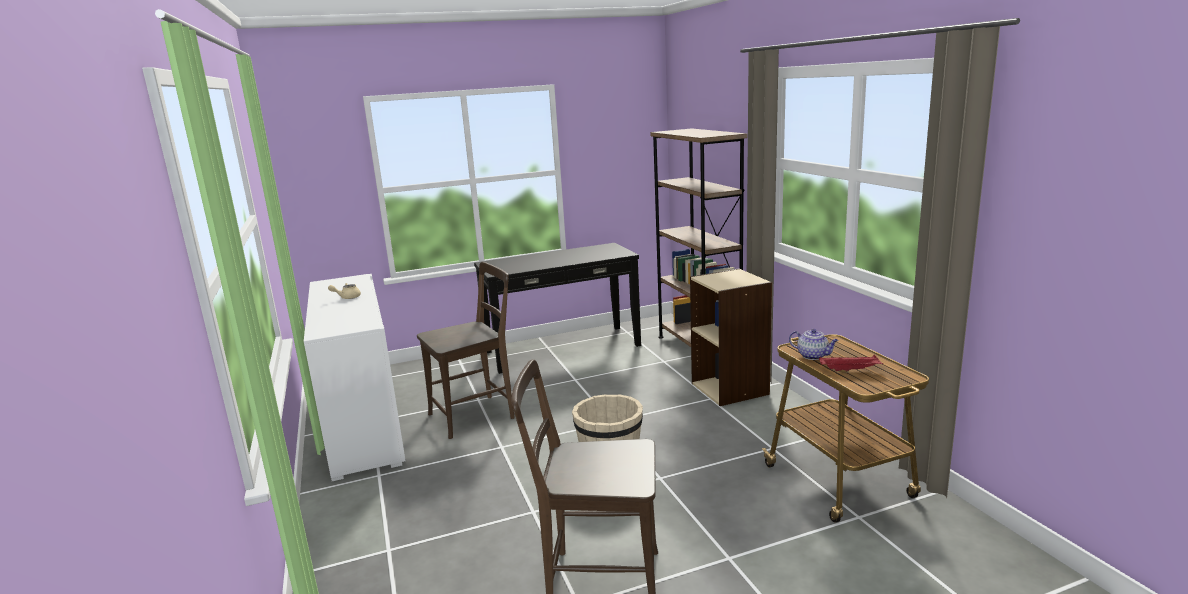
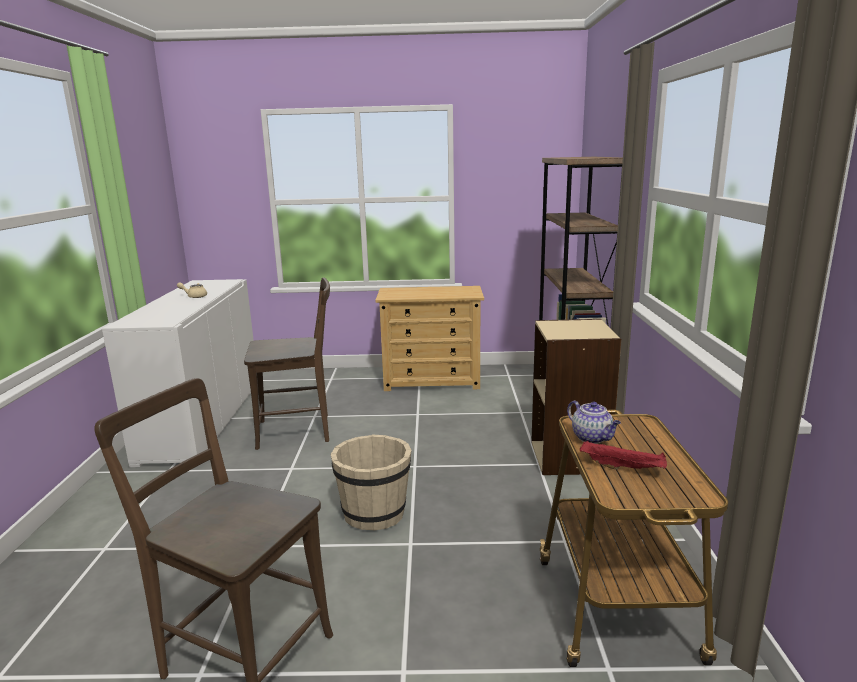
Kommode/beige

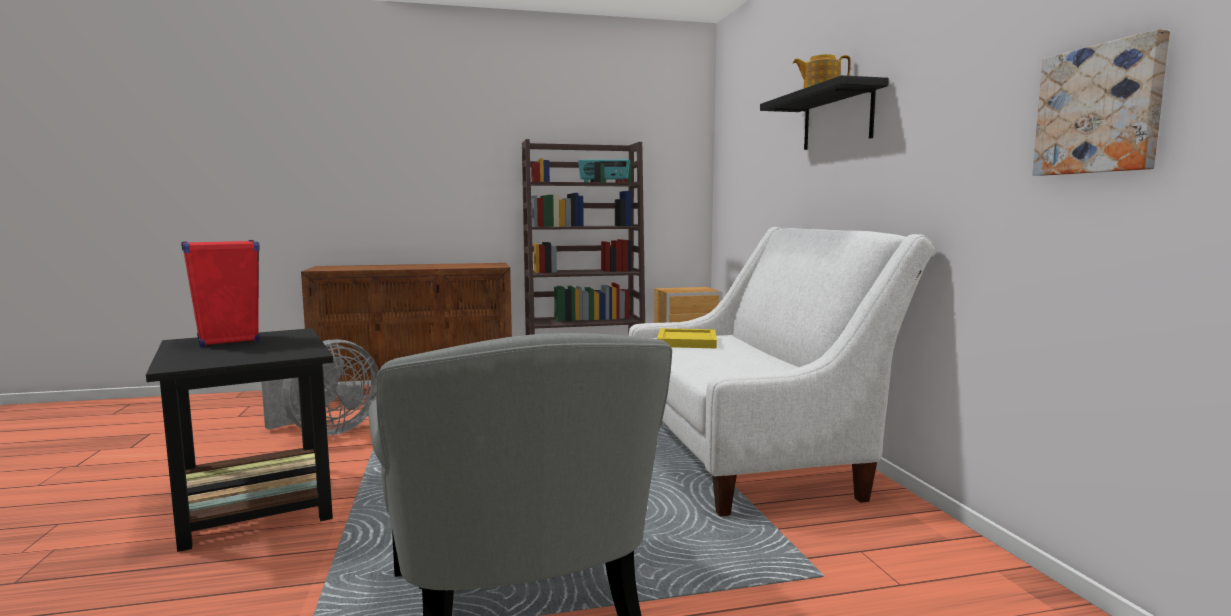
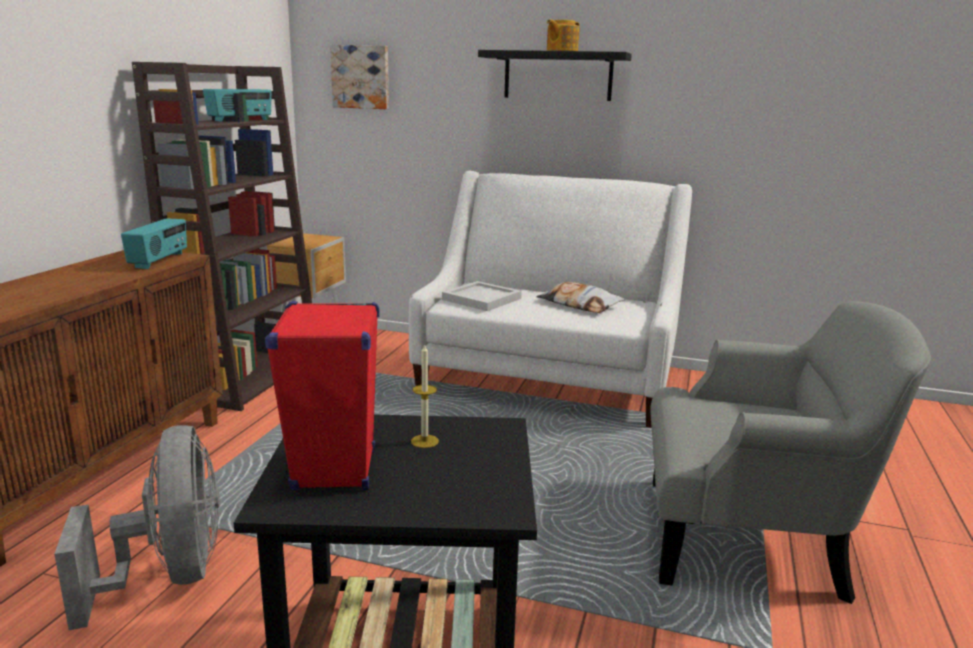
Radio (1st from left)
Kerze
Kissen
Bild
Tablett/weiß

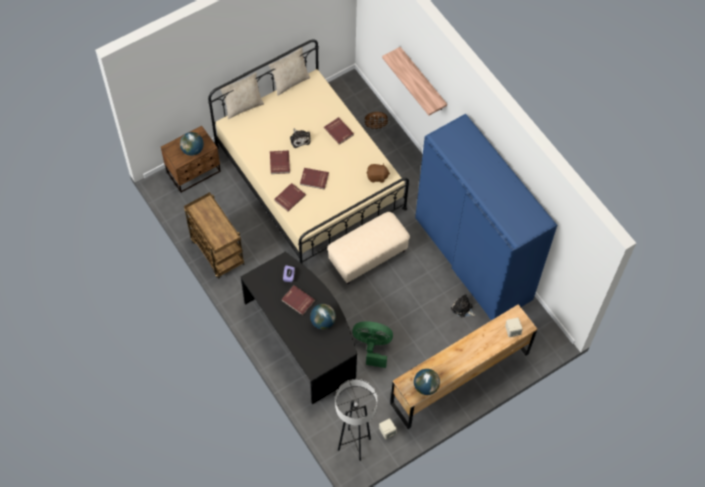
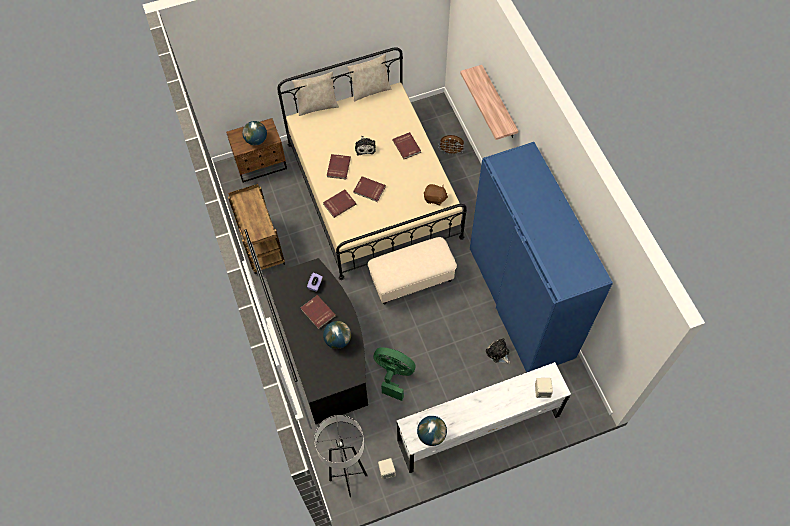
Kommode/weiß

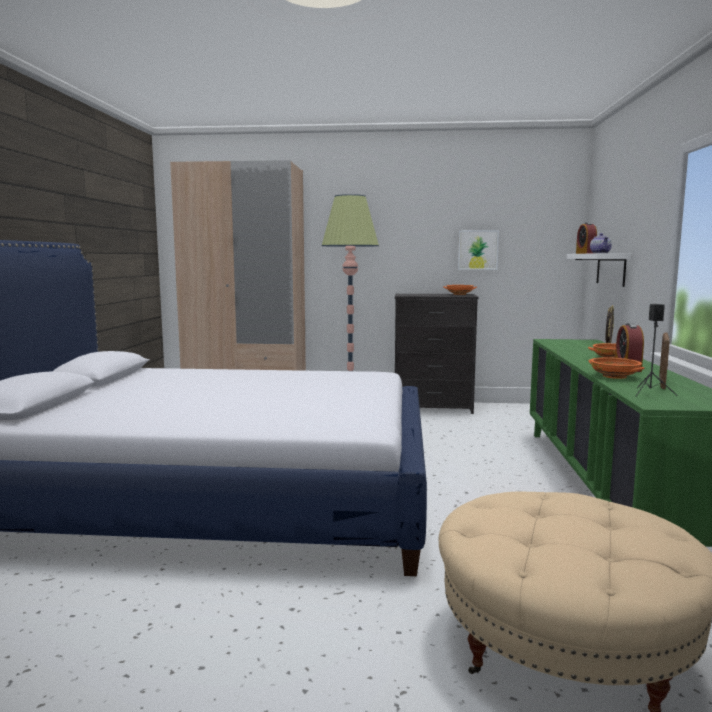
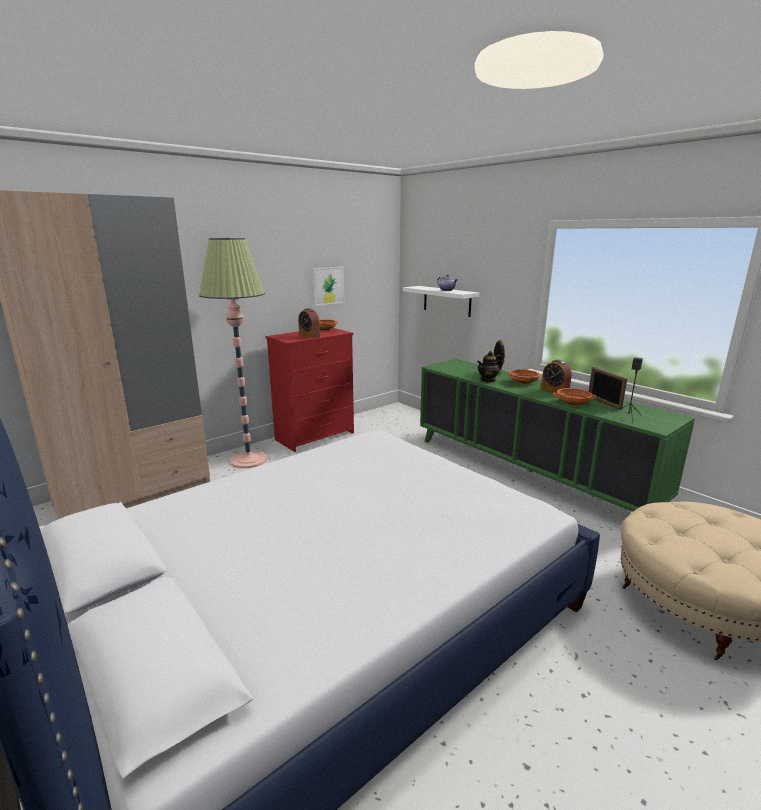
Teekanne (2nd from left)
Wecker (1st from left)
Kommode/rot

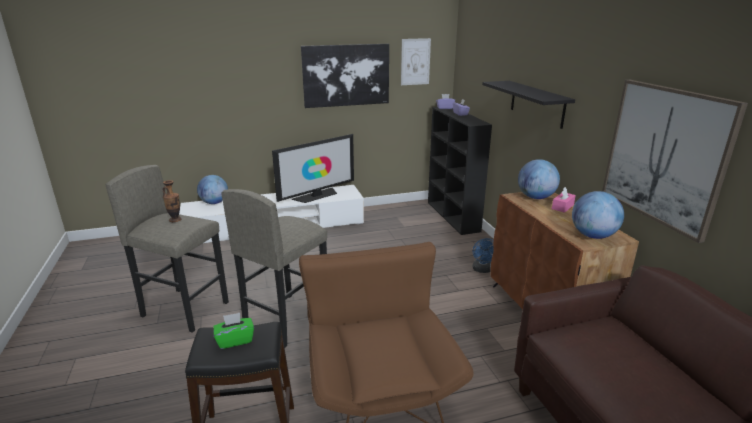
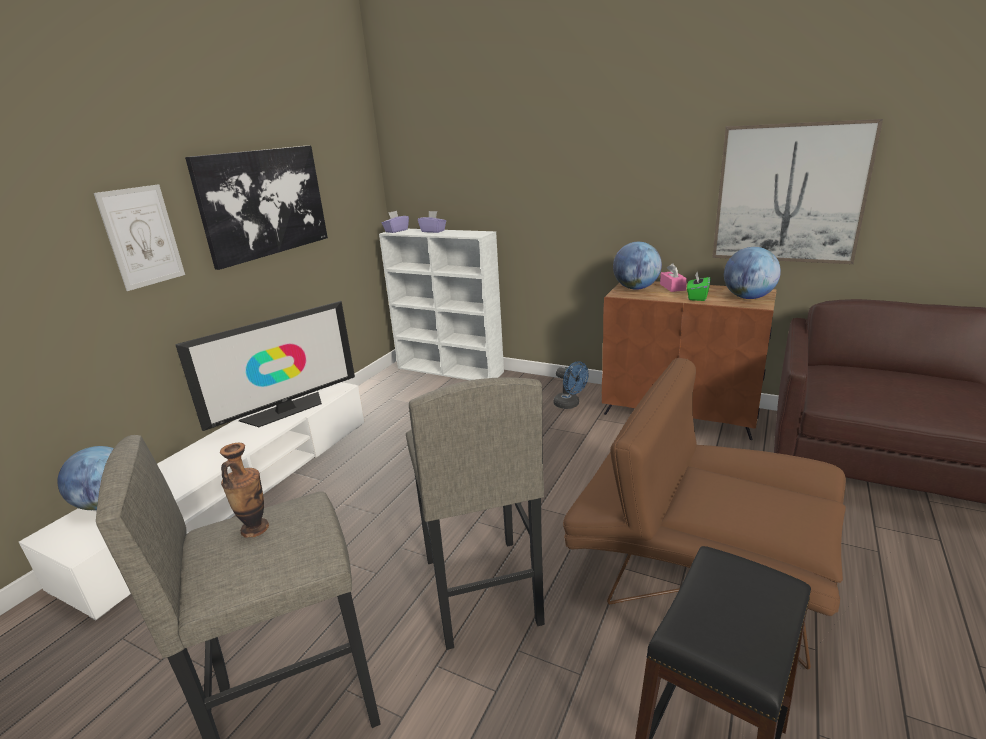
Wandregal/schwarz
Taschentuchbox/grün
Bild (1st from left)
Bücherregal/weiß
Fernseher

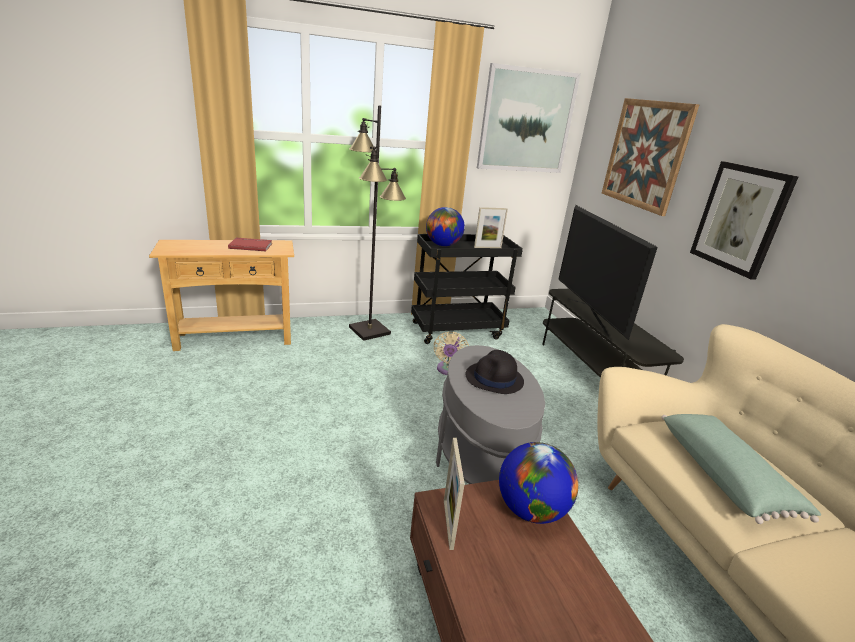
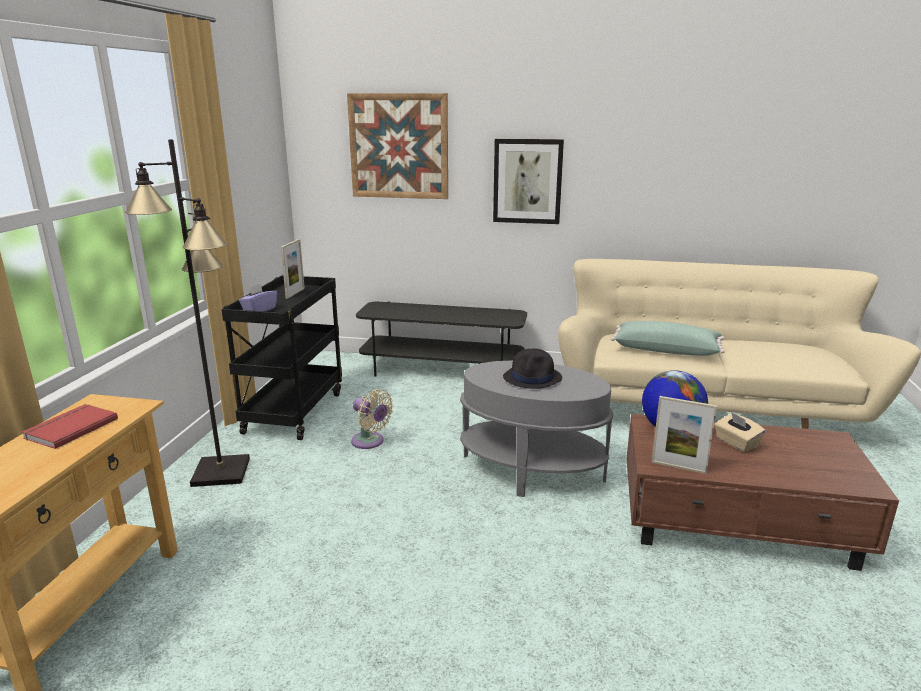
Bild (1st from left in the first image)
Fernseher
Taschentuchbox/beige
Taschentuchbox/lila

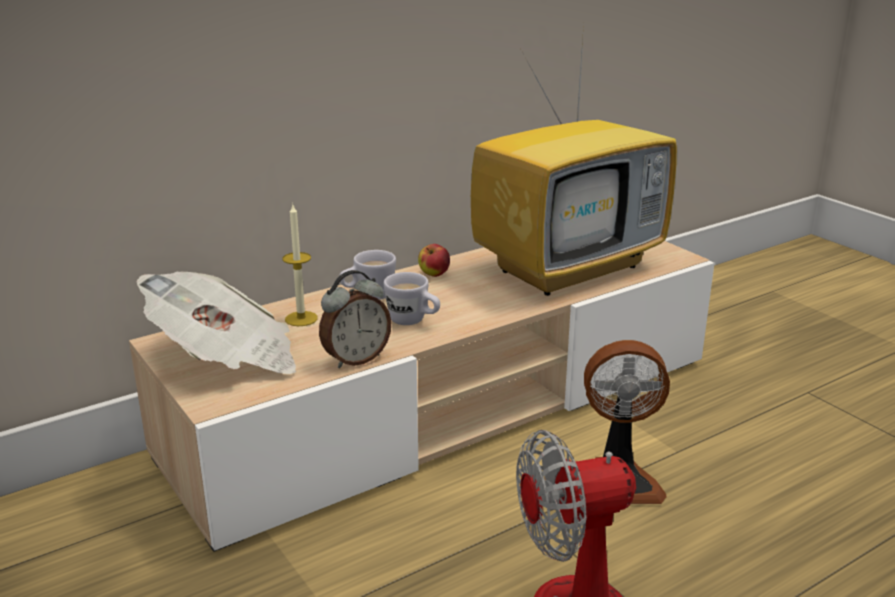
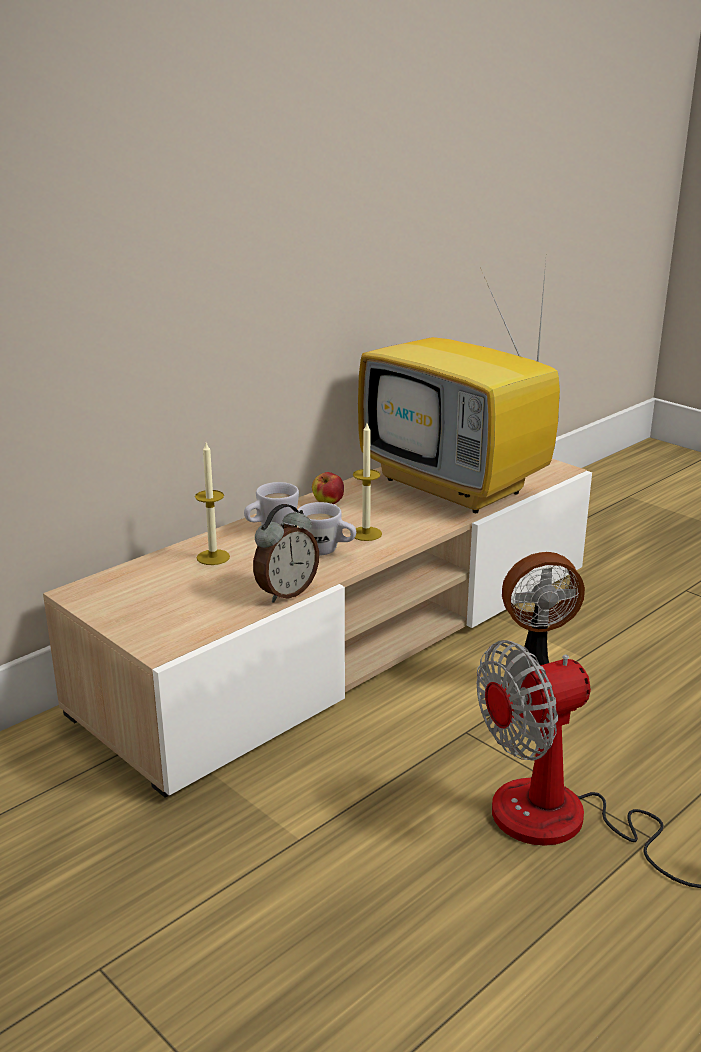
Zeitung
Kerze (2nd from left)
Fernseher

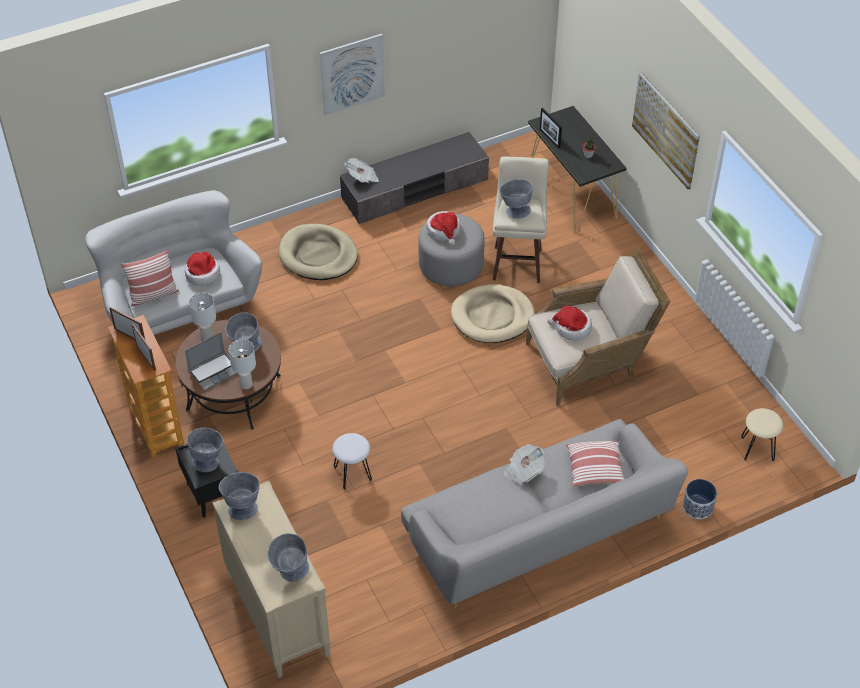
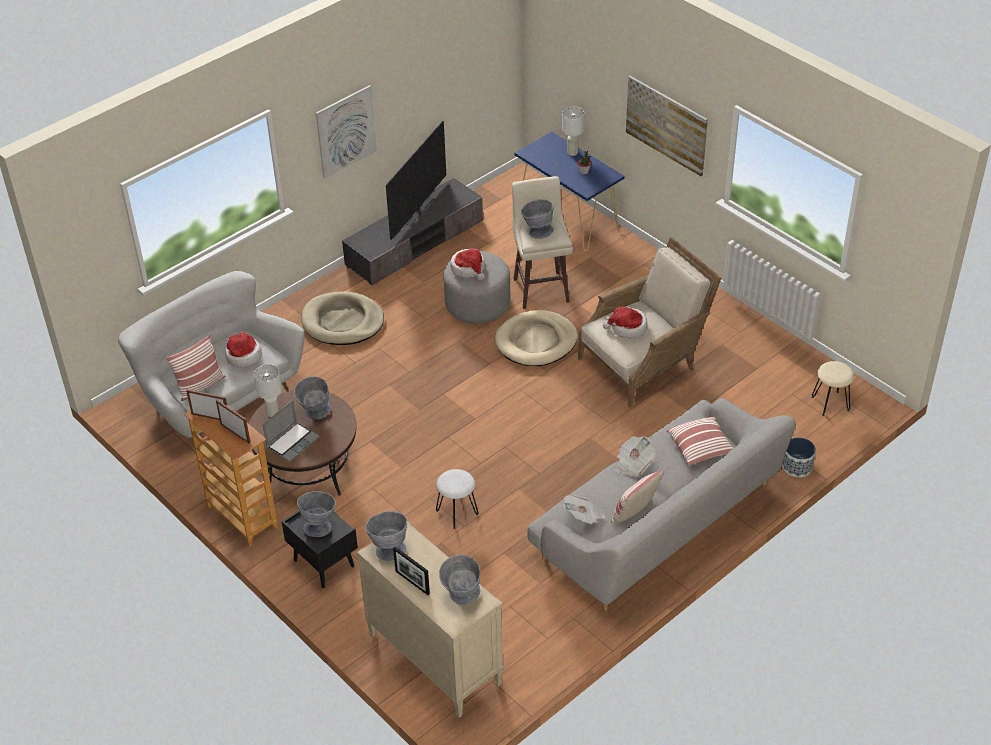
Fernseher
Kissen (2nd from left)
Tischlampe/weiß (2nd from left)
Zeitung (1st from left)
Bilderrahmen (3rd from left)
Konsolentisch/blau

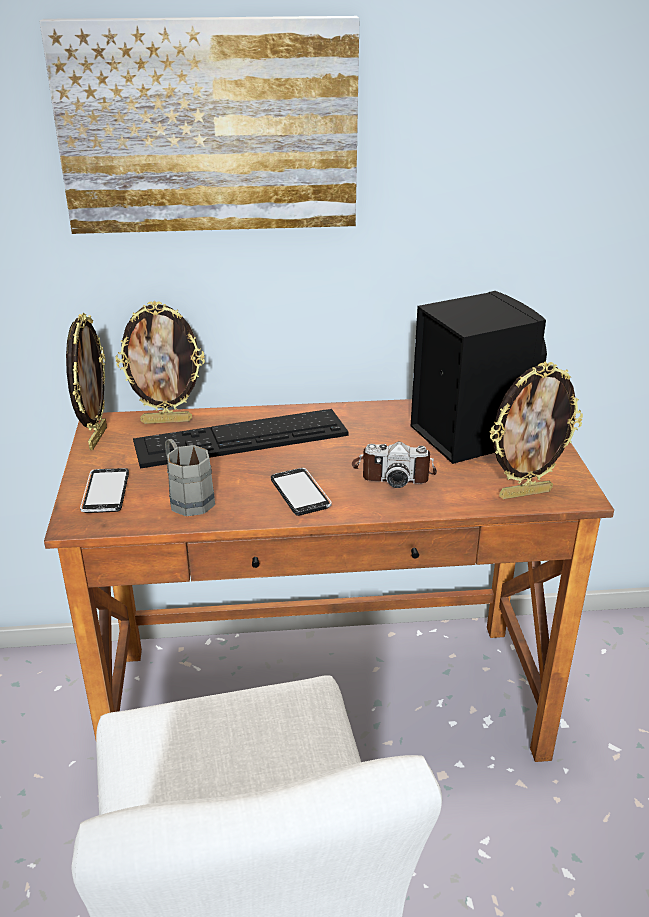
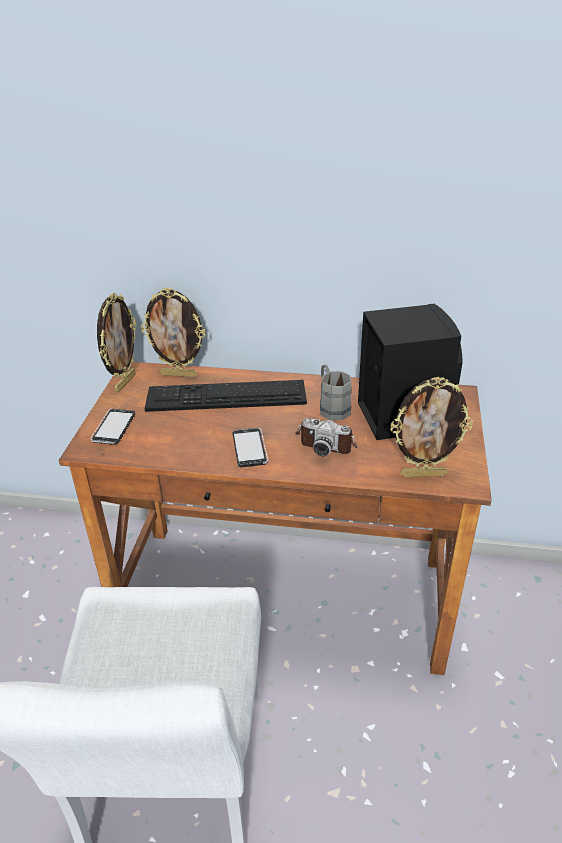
Bild
Henkelbecher/grau

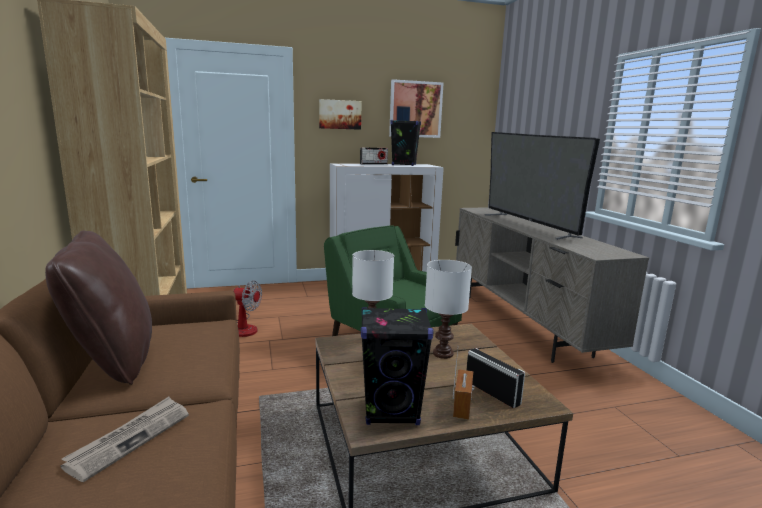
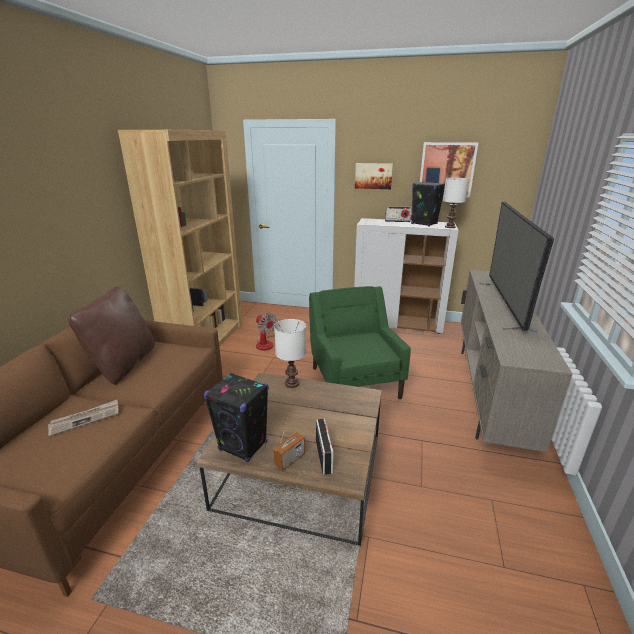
Tischlampe/weiß (2nd from left)

